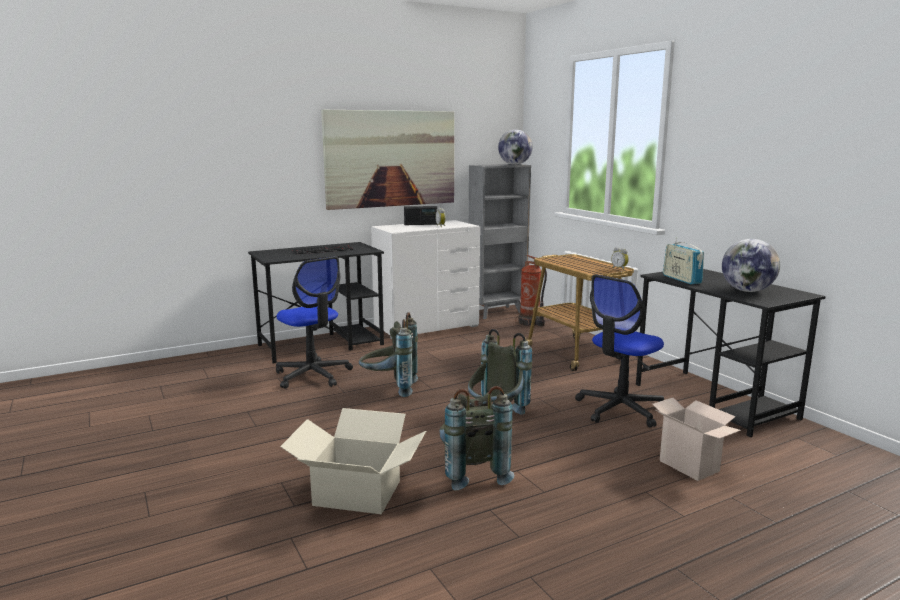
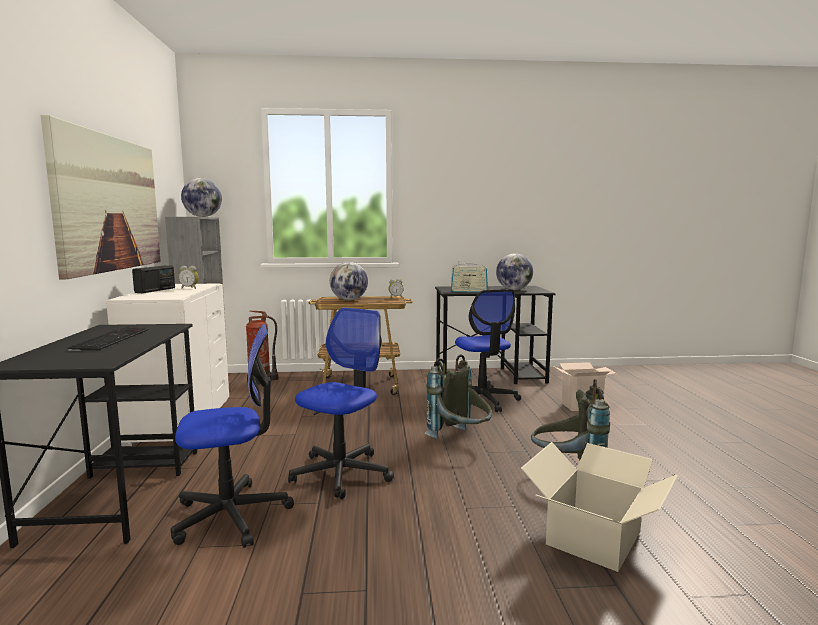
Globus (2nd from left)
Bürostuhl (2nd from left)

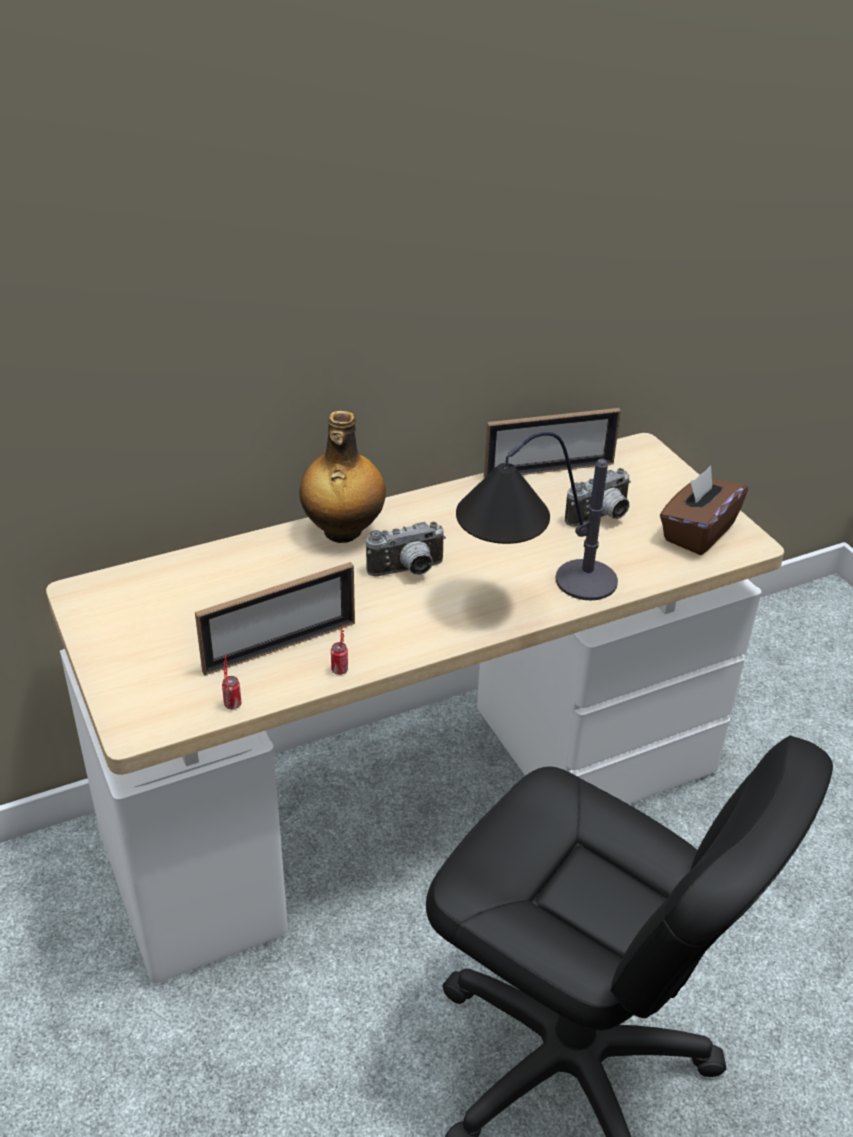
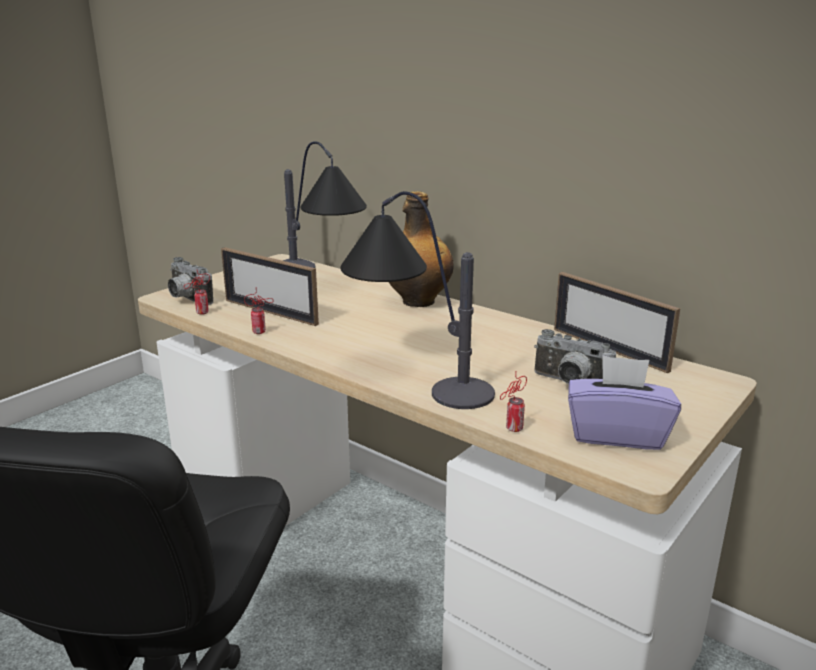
Tischlampe (1st from left)
Dose (3rd from left)
Kamera (1st from left)
Taschentuchbox/lila

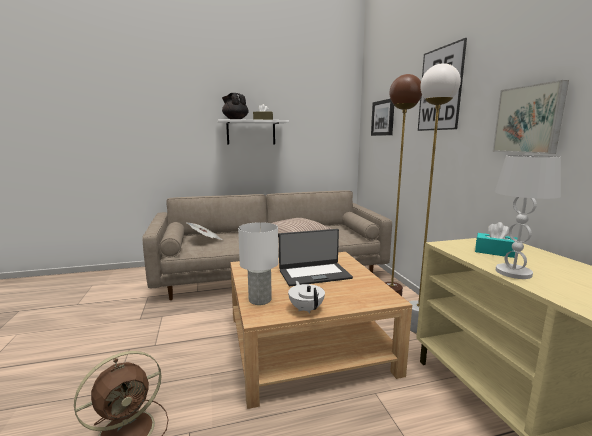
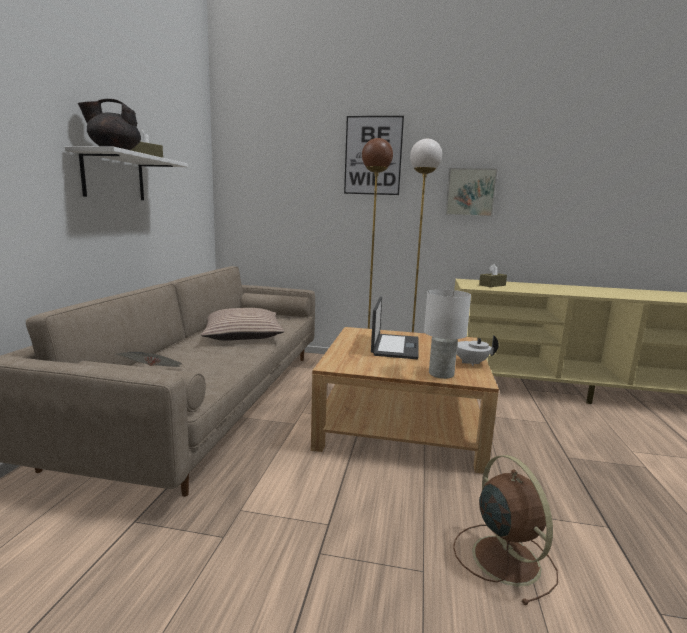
Bild (1st from left in the first image)
Tischlampe/weiß (2nd from left in the first image)
Taschentuchbox/braun (2nd from left)

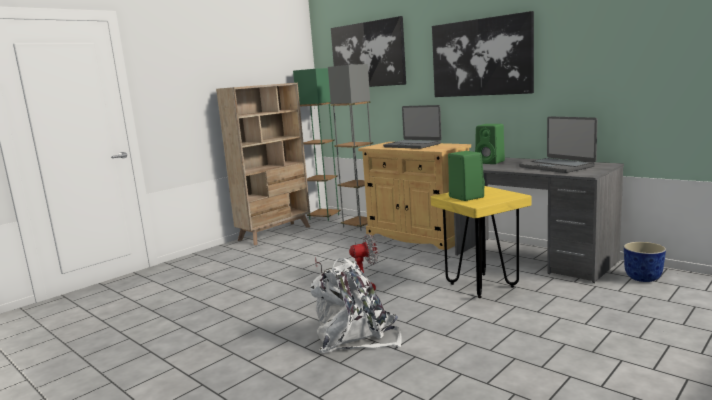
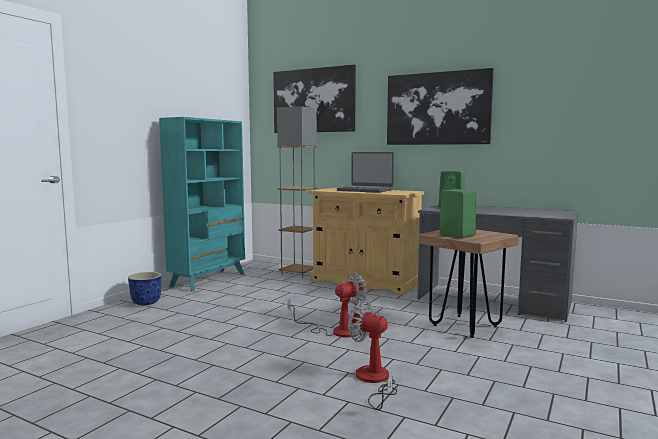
Stehlampe/grün
Laptop (2nd from left in the first image)
Pflanzkübel
Ventilator (2nd from left)
Bücherregal/türkis
Hocker/braun

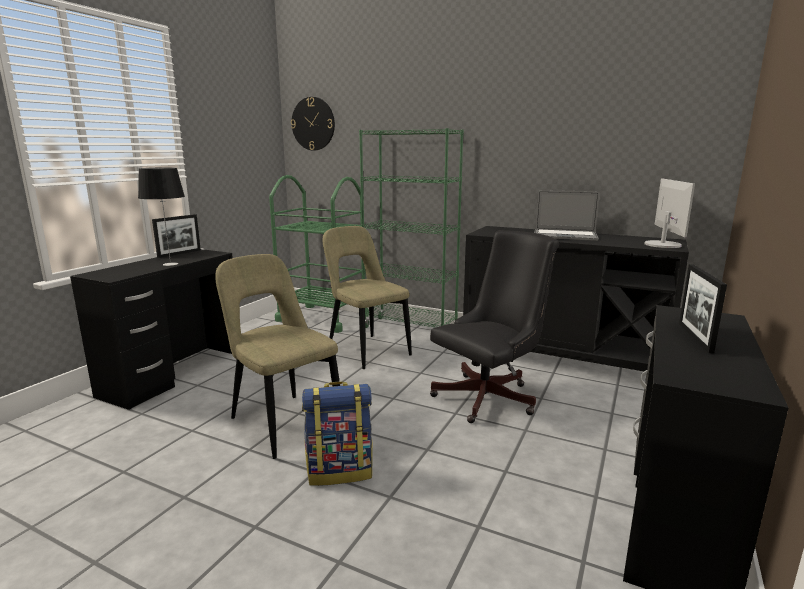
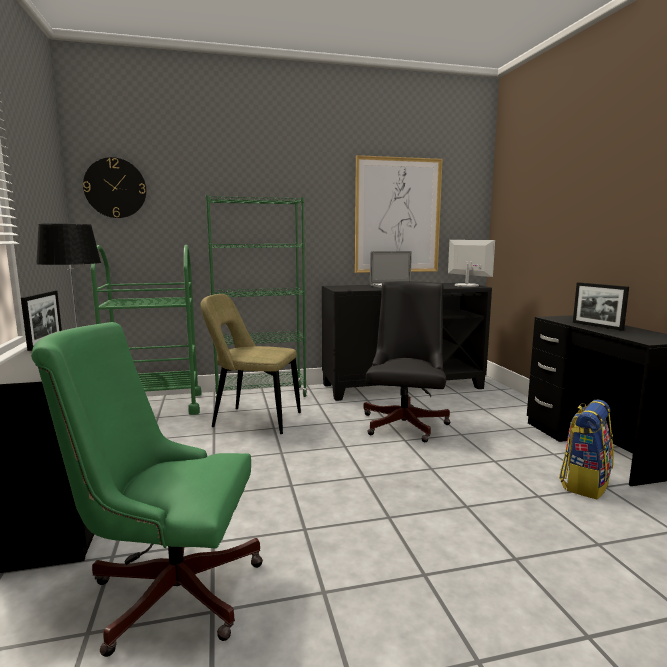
Stuhl/beige (1st from left in the first image)
Bürostuhl/grün
Bild
Rucksack

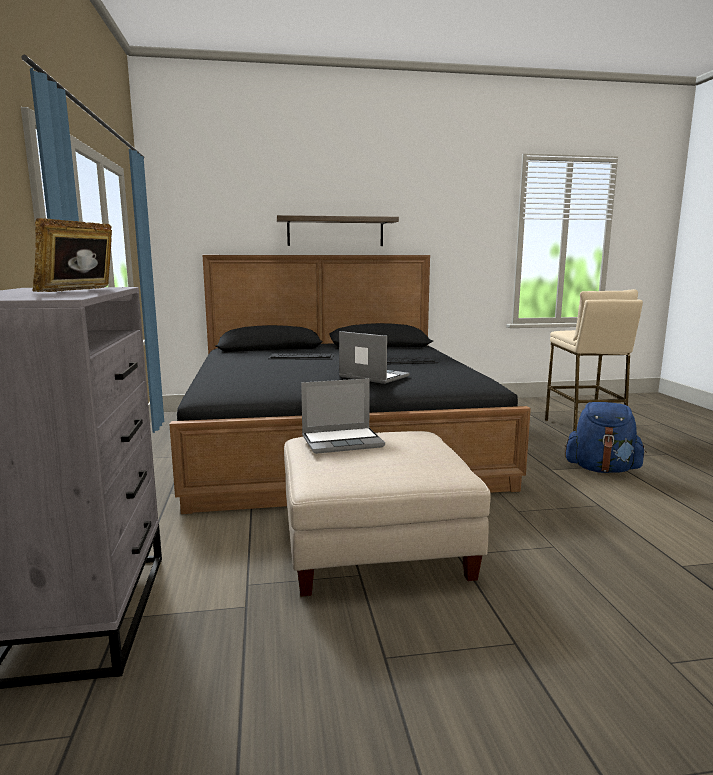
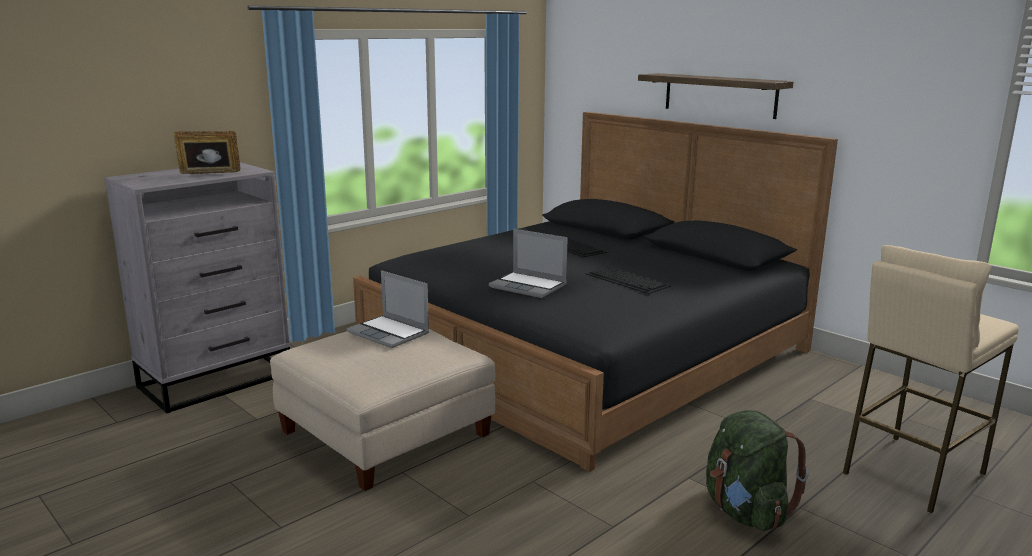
Rucksack/grün
Laptop (2nd from left)

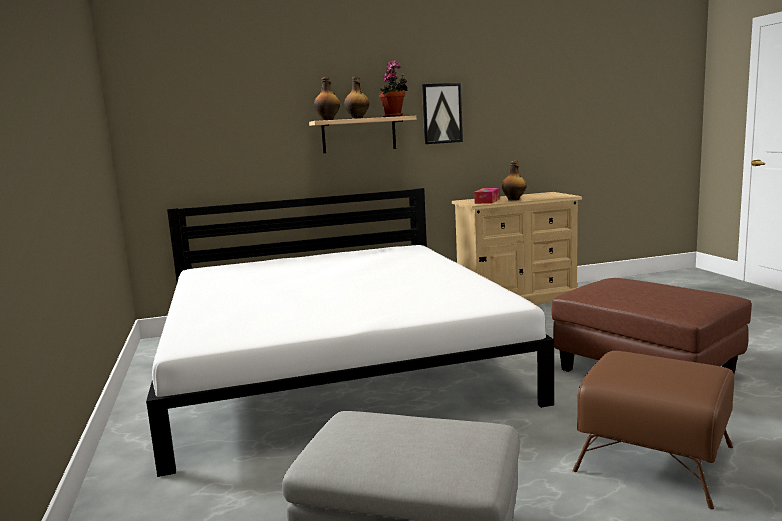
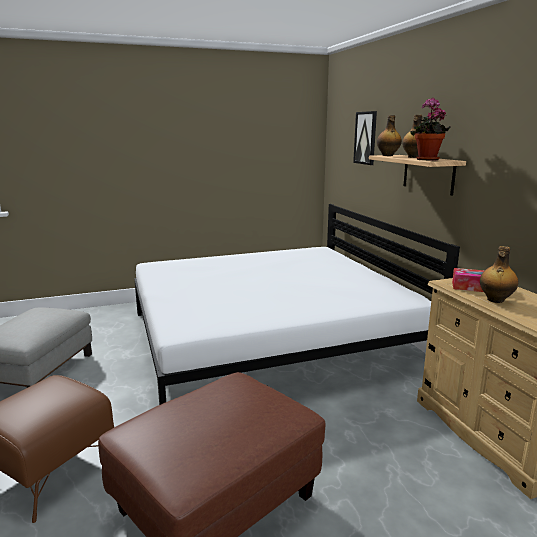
Bild

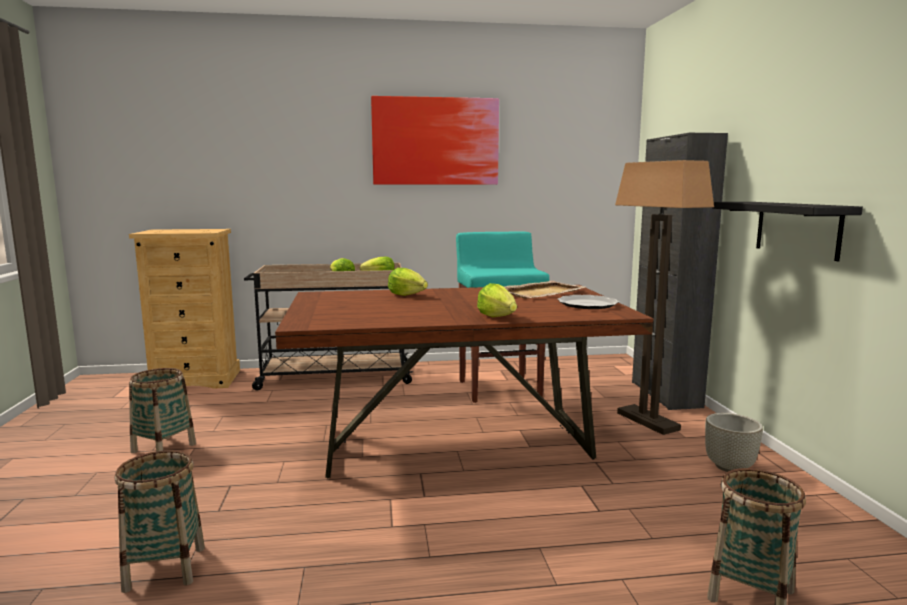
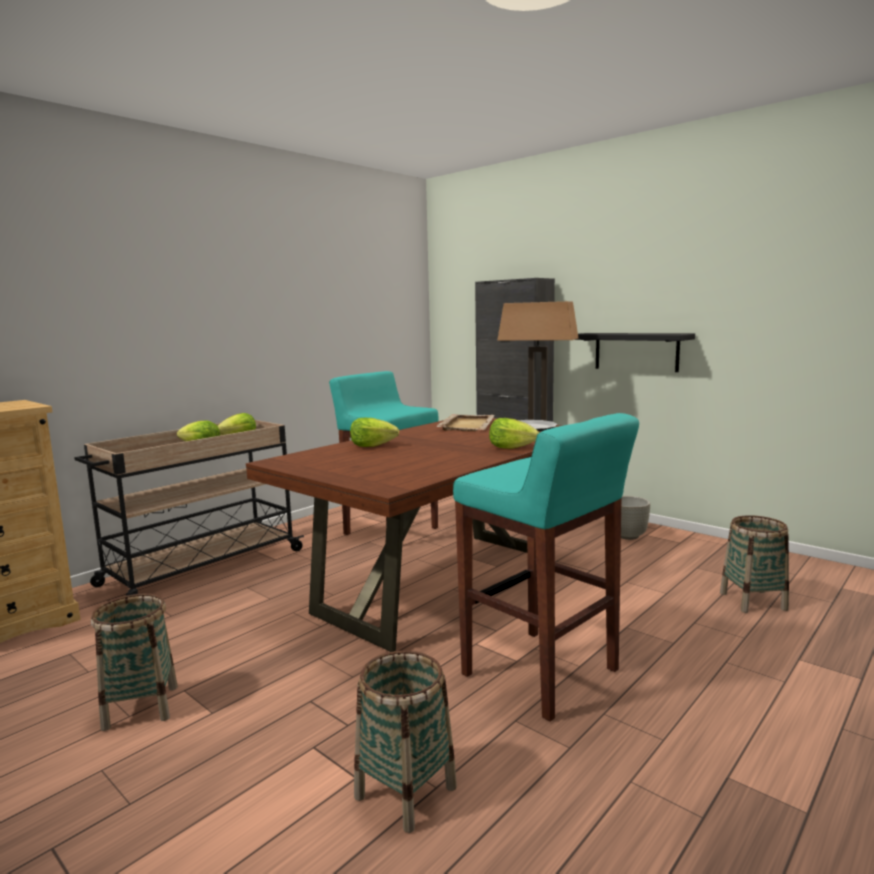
Bild
Hocker/türkis (2nd from left)

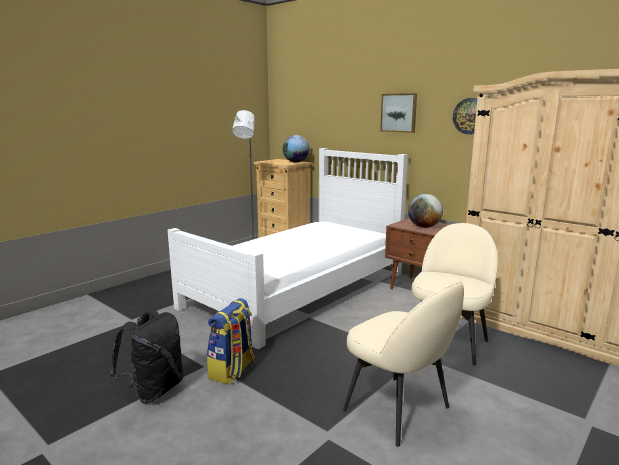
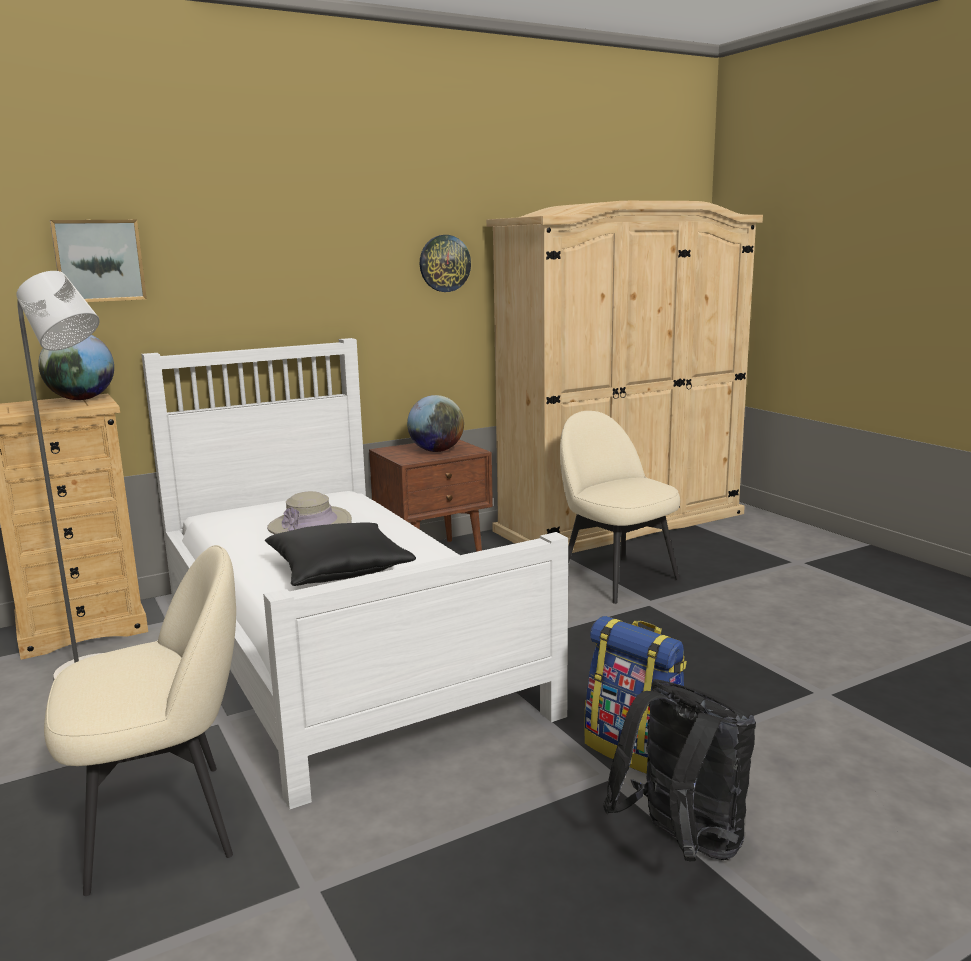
Kissen/schwarz
Hut/beige
Stuhl/beige (1st from left)
Bild

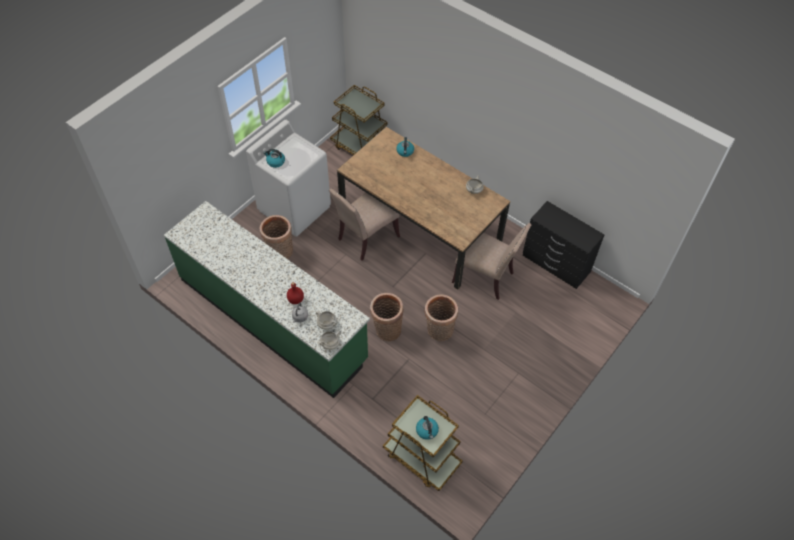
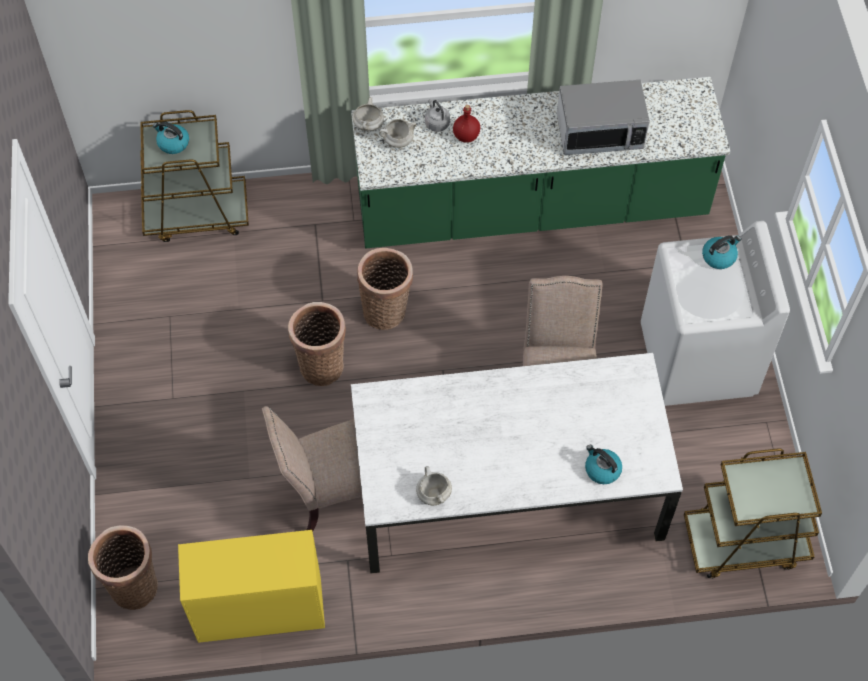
Mikrowelle
Korb (1st from left)
Esstisch/weiß
Kommode/gelb

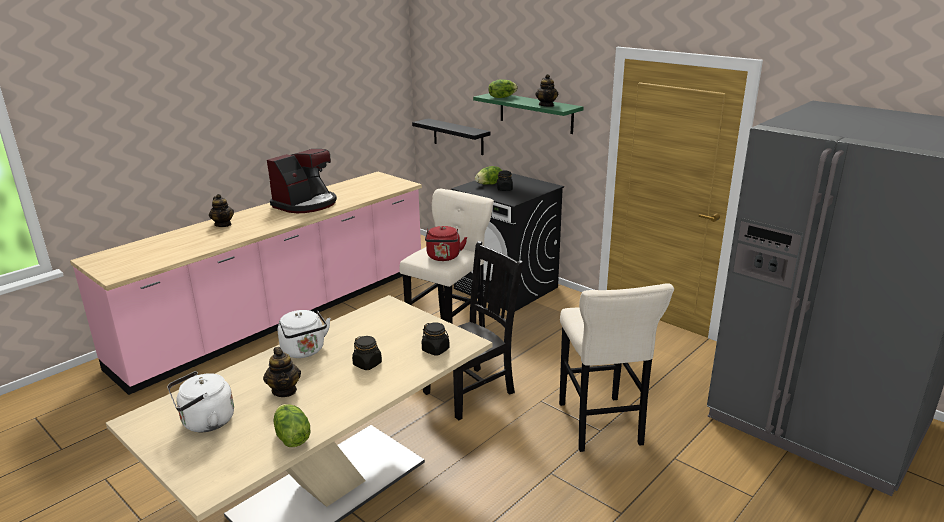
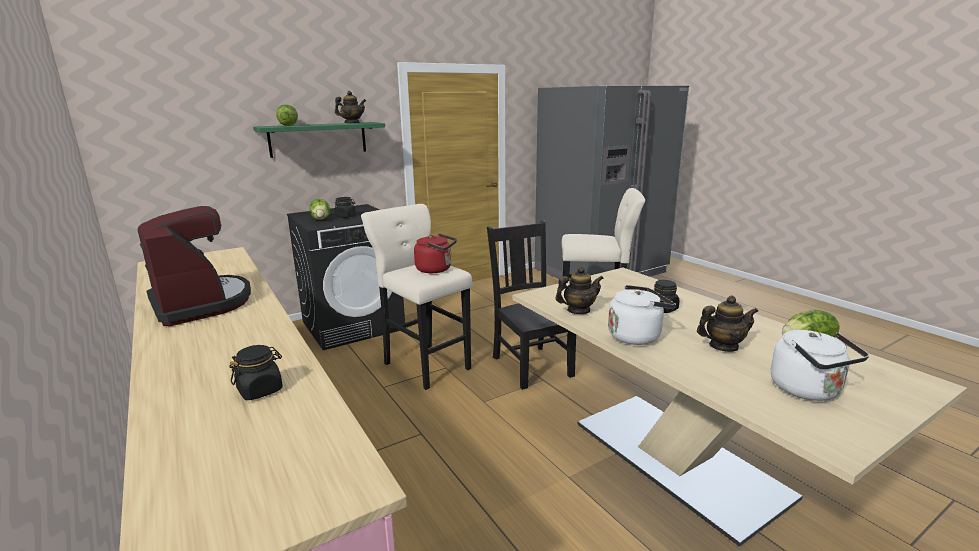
Wandregal/schwarz
Teekanne (2nd from left)
Vorratsglas/schwarz (1st from left)

